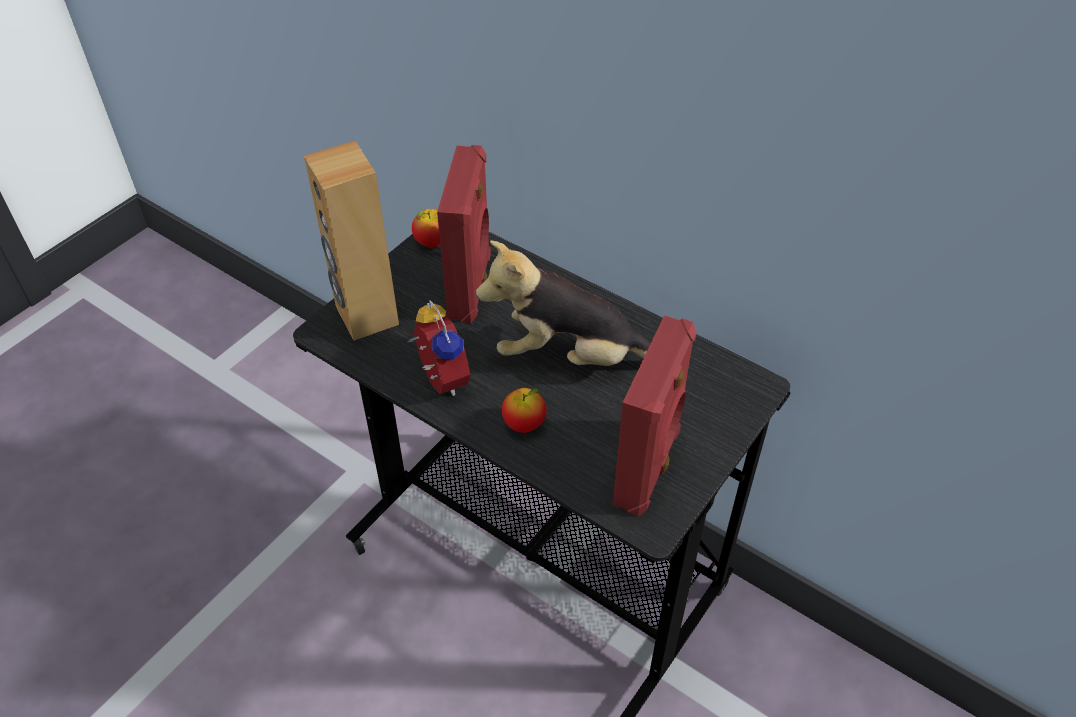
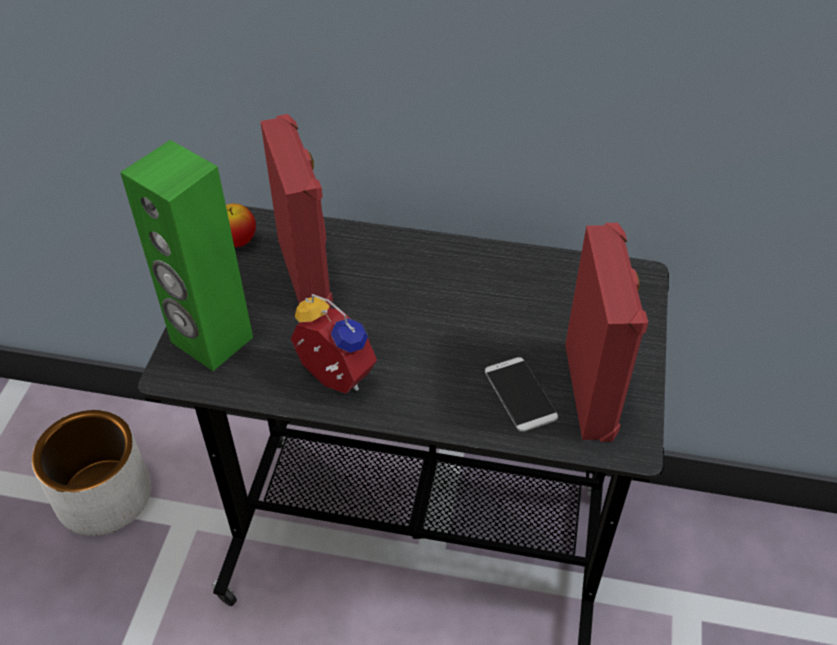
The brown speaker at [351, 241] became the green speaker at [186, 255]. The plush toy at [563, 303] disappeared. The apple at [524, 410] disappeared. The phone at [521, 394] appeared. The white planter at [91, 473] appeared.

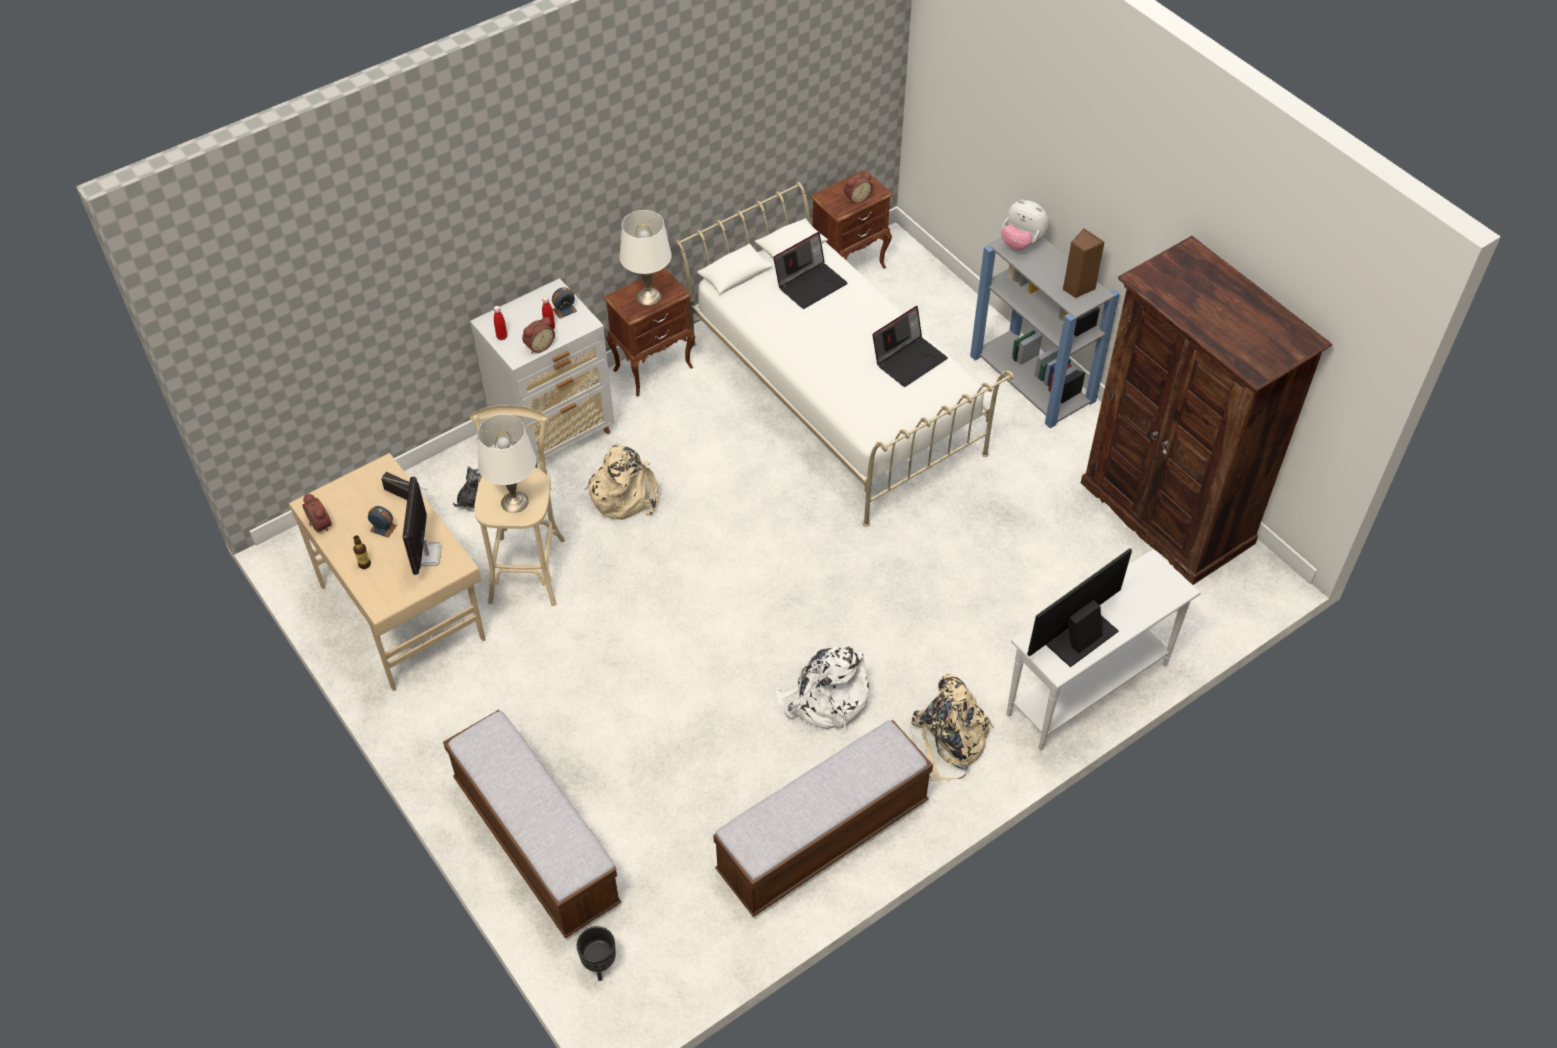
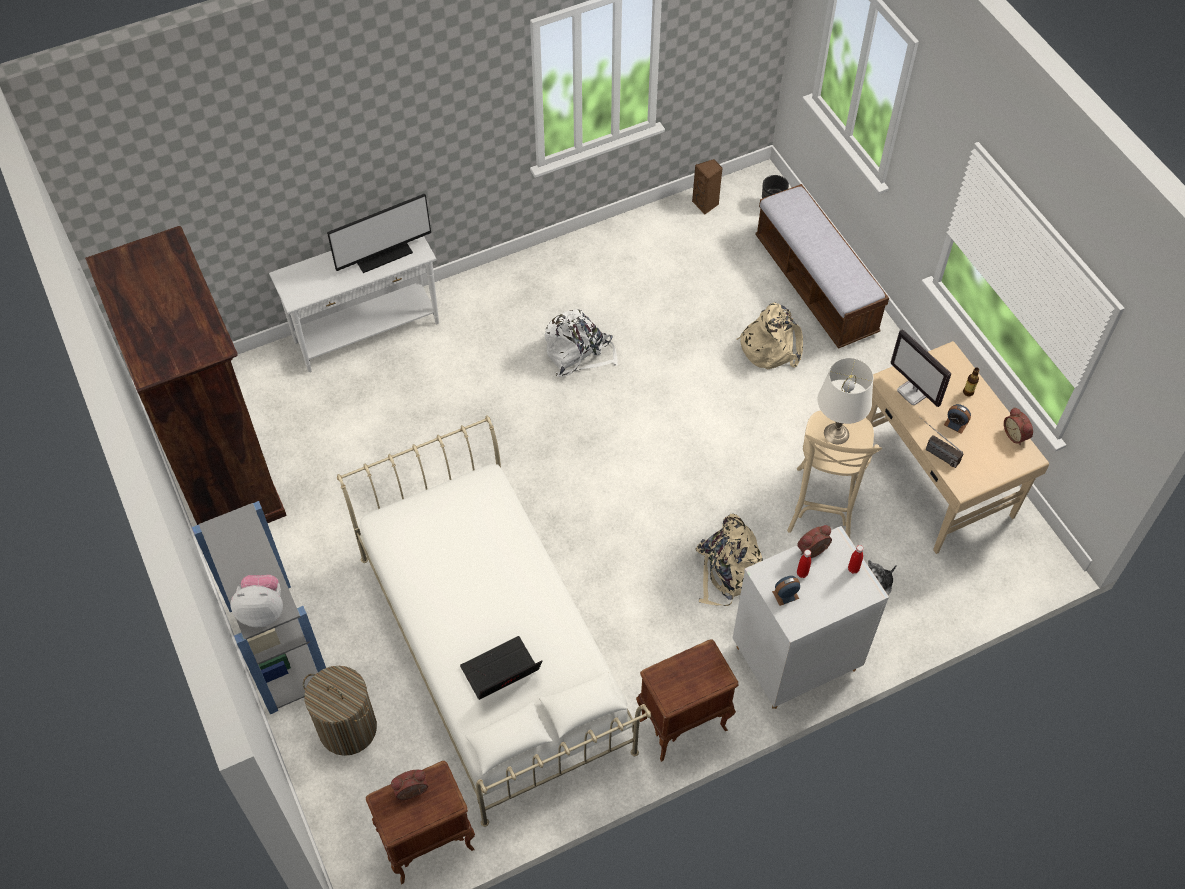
The plush toy at [1025, 225] turned 45 degrees counterclockwise. The white table lamp at [645, 257] disappeared. The brown speaker moved from [1084, 263] to [707, 187]. The laptop at [910, 346] disappeared. The monitor at [422, 526] turned 135 degrees clockwise. The beige backpack moved from [952, 727] to [769, 335]. The bench at [823, 818] disappeared. The laundry basket at [340, 711] appeared.

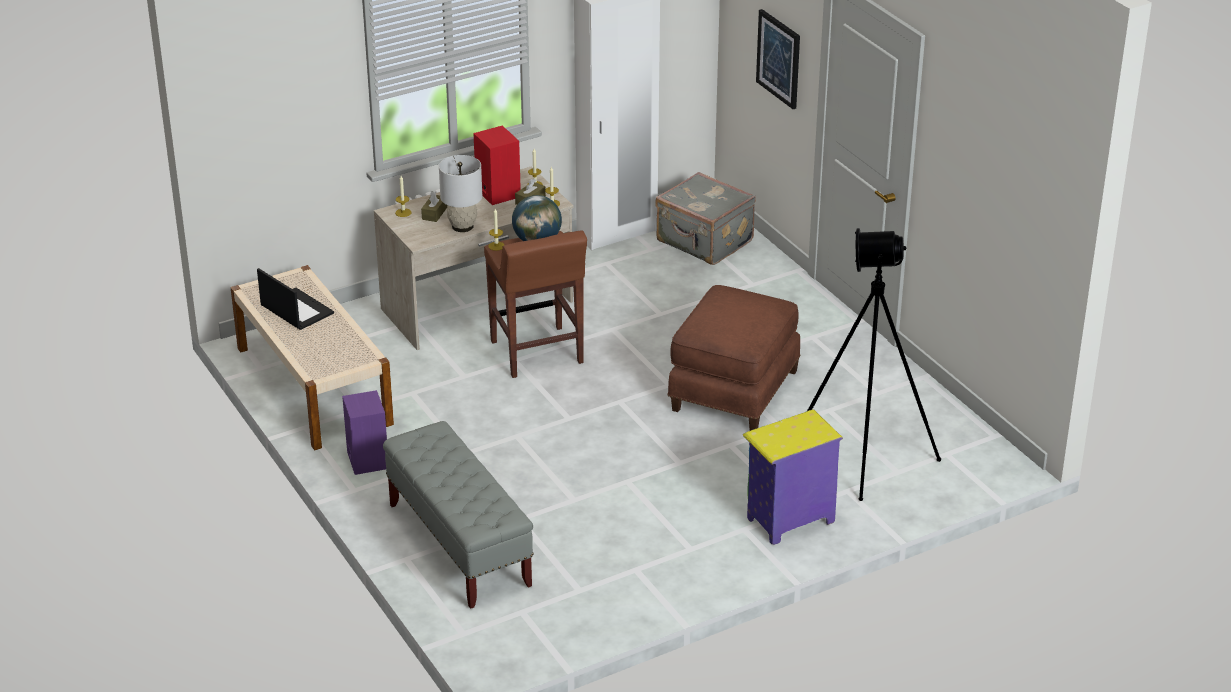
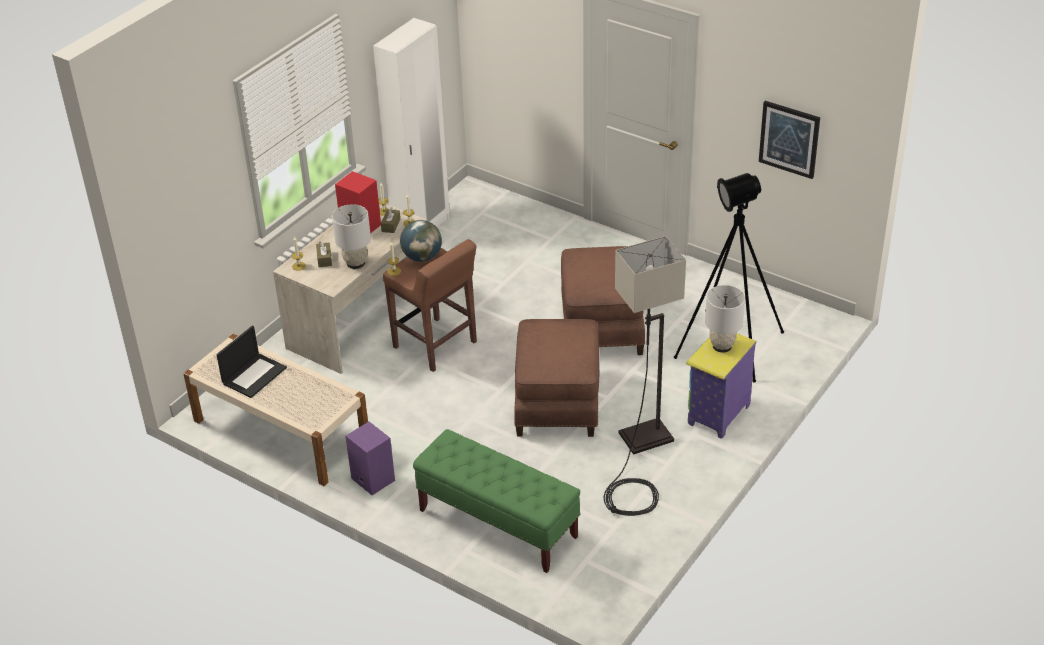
The picture moved from [778, 59] to [789, 140]. The grey suitcase at [705, 218] disappeared. The laptop at [295, 299] turned 105 degrees clockwise. The grey bench at [458, 515] became the green bench at [496, 501]. The floor lamp at [645, 376] appeared. The white table lamp at [725, 319] appeared. The brown ottoman at [556, 378] appeared.

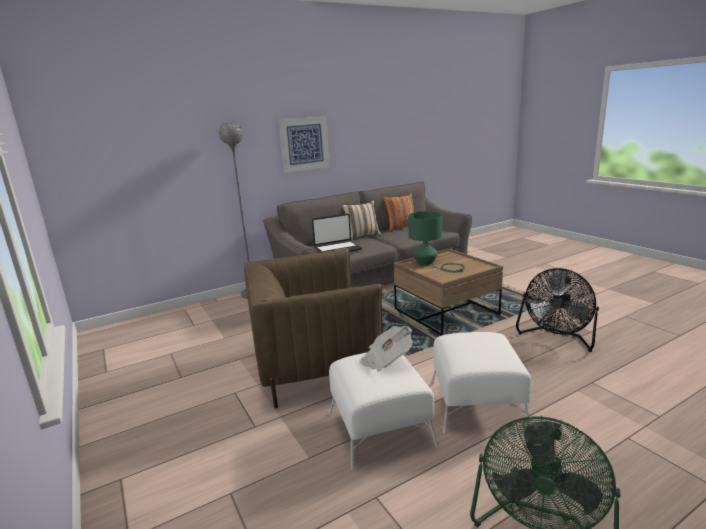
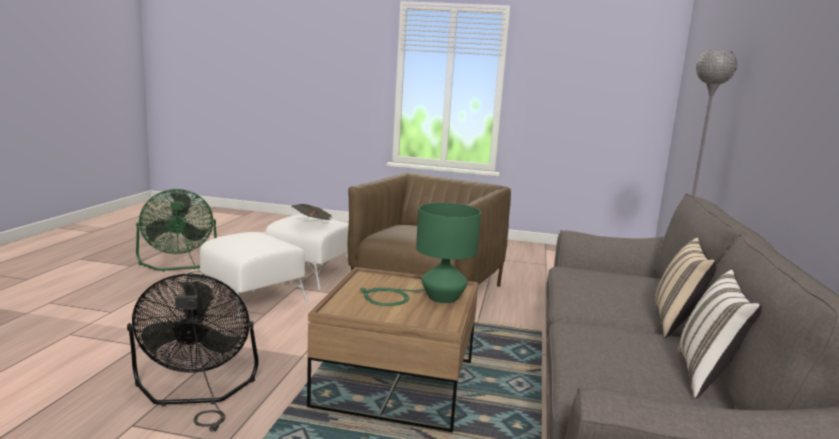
The picture at [304, 144] disappeared. The orange pillow at [398, 212] became the white pillow at [720, 334]. The laptop at [337, 233] disappeared.

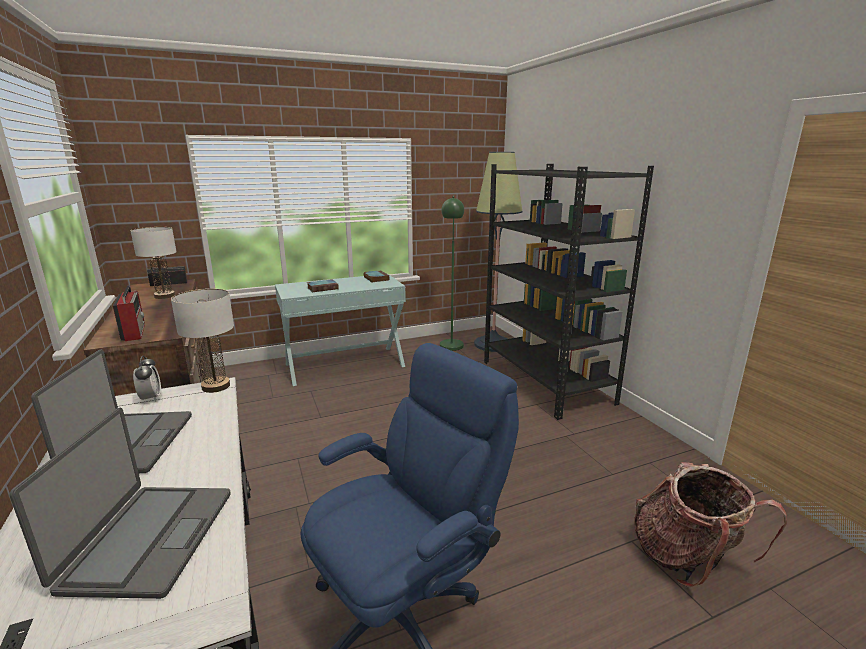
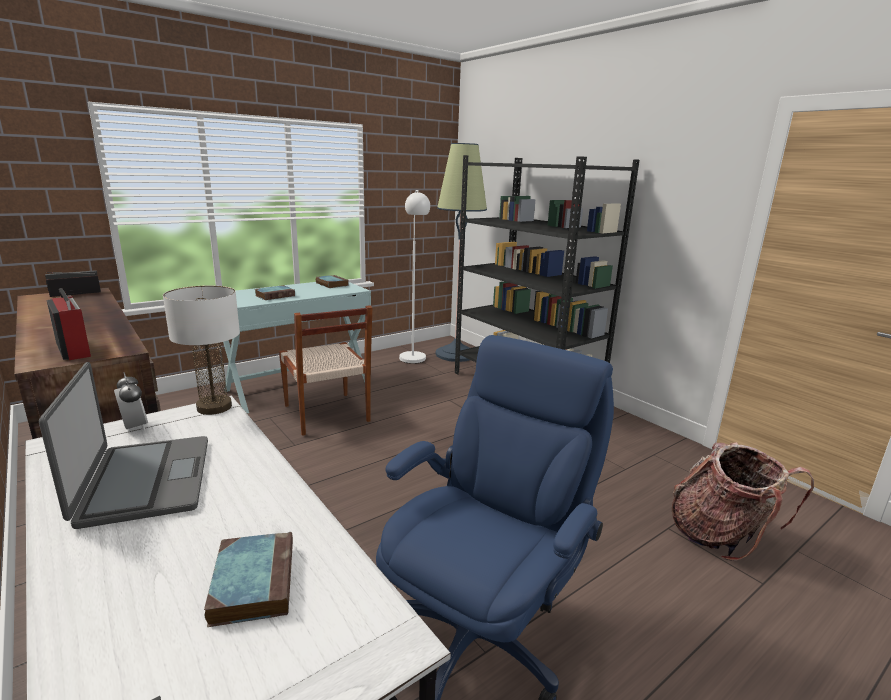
The green floor lamp at [452, 273] became the white floor lamp at [414, 277]. The table lamp at [153, 263] disappeared. The laptop at [120, 503] was replaced by the book at [248, 579]. The chair at [325, 370] appeared.

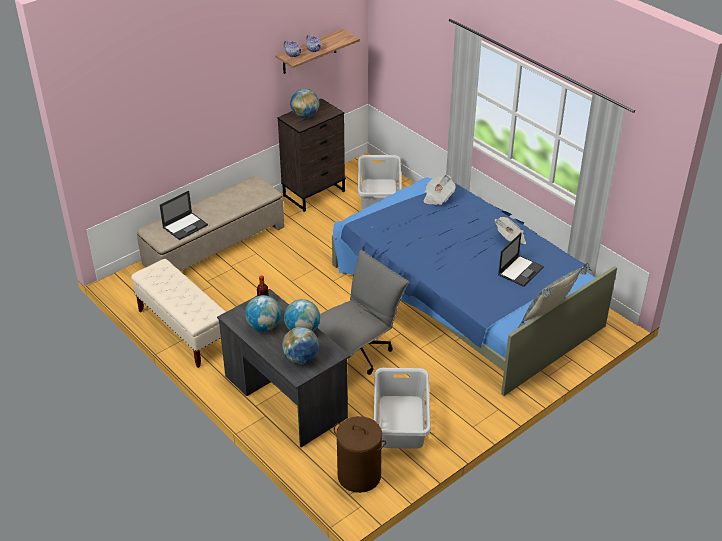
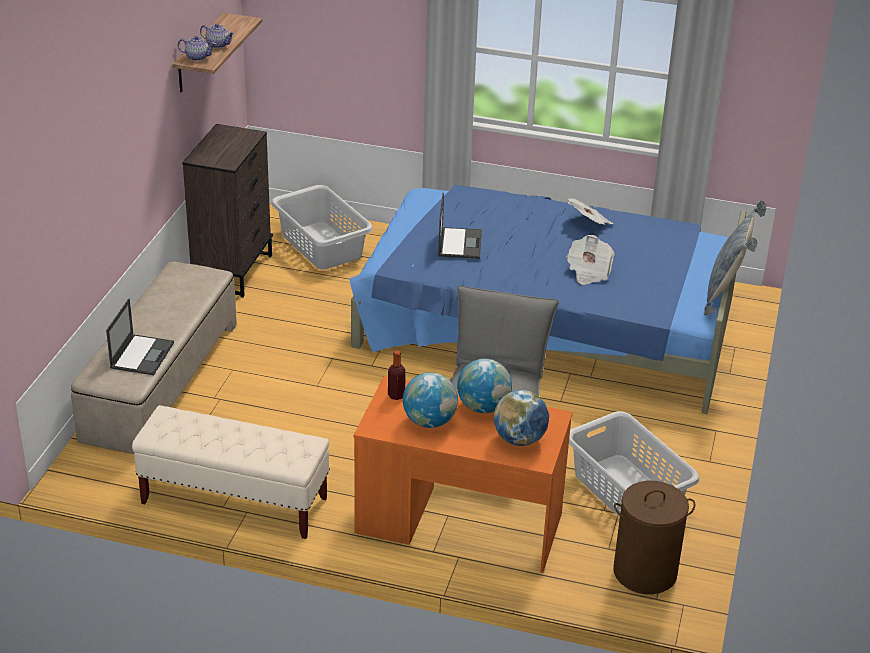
The globe at [304, 103] disappeared. The newspaper moved from [439, 190] to [590, 260]. The laptop moved from [521, 259] to [460, 226]. The grey desk at [284, 368] became the orange desk at [463, 474].

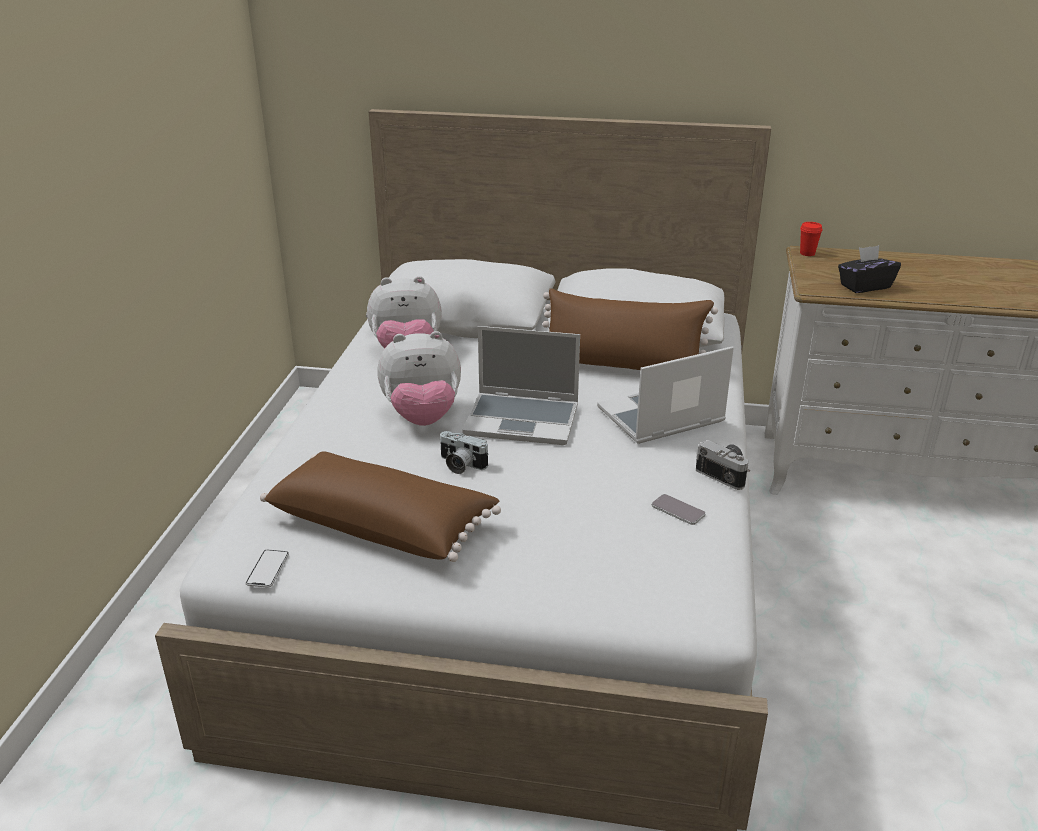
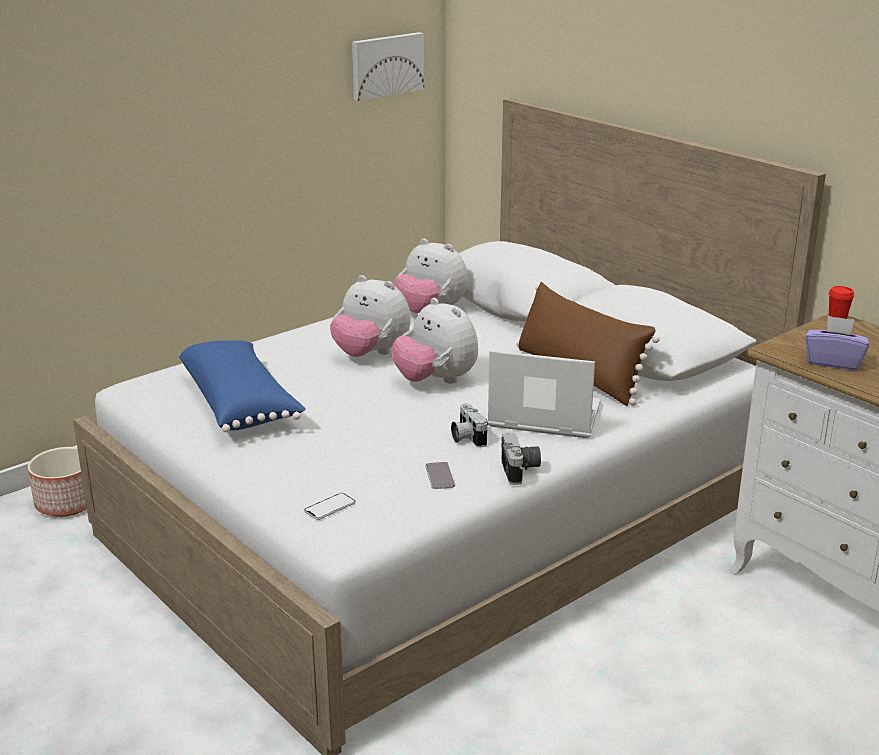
The black tissue box at [869, 269] became the purple tissue box at [837, 343]. The laptop at [521, 385] was replaced by the plush toy at [435, 341]. The photo camera moved from [464, 452] to [469, 425]. The brown pillow at [380, 506] became the blue pillow at [242, 386]. The phone moved from [267, 569] to [330, 506]. The picture at [388, 66] appeared. The planter at [57, 482] appeared.

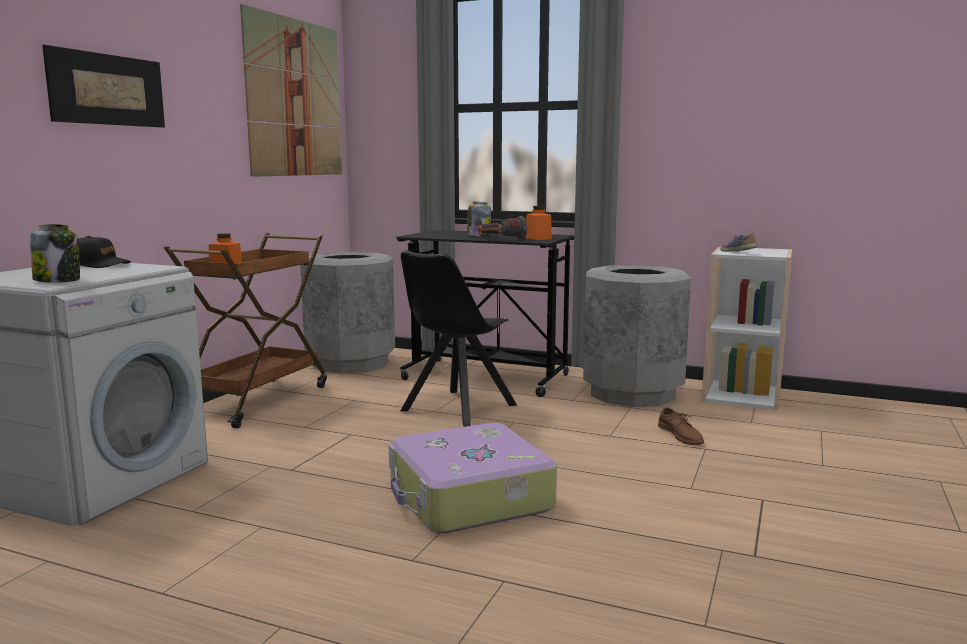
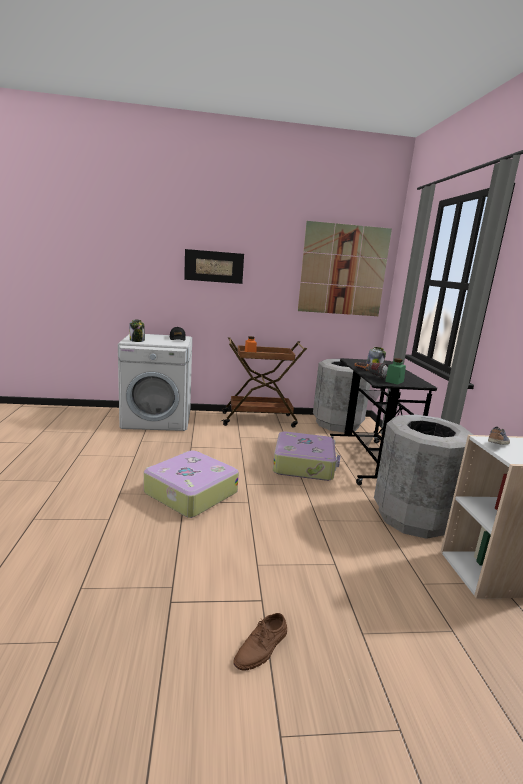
The orange jar at [538, 223] became the green jar at [395, 371]. The black chair at [458, 338] was replaced by the suitcase at [307, 456]. The brown shoe moved from [681, 426] to [260, 642].

